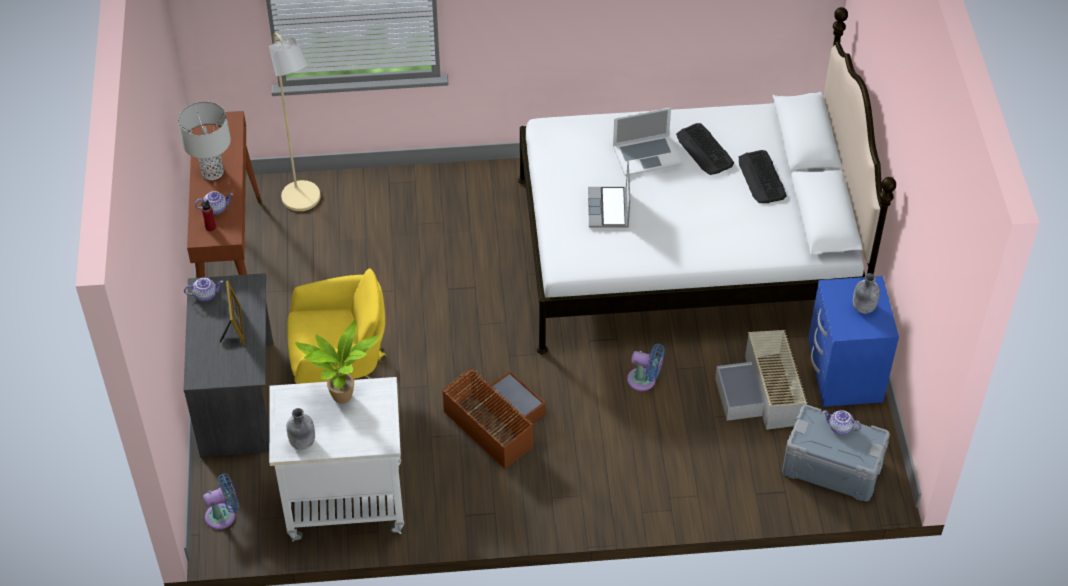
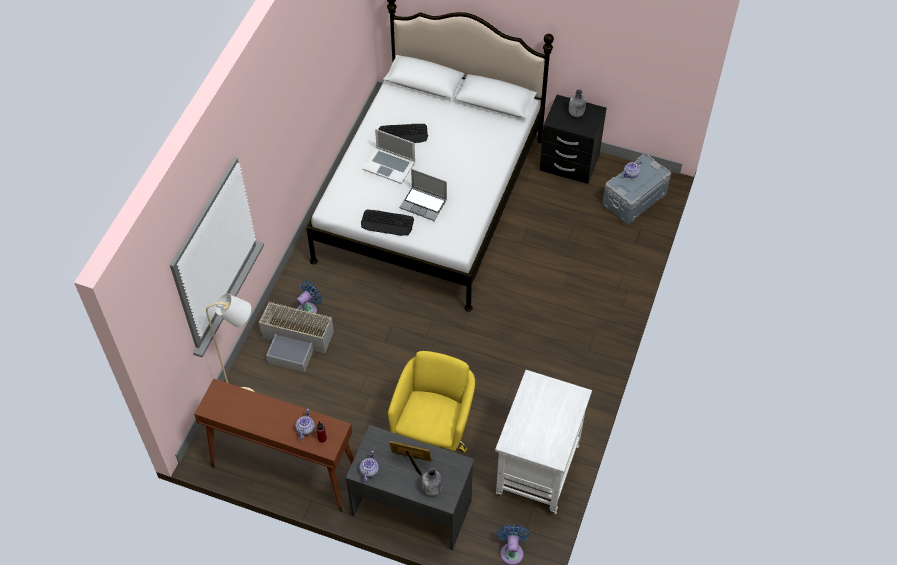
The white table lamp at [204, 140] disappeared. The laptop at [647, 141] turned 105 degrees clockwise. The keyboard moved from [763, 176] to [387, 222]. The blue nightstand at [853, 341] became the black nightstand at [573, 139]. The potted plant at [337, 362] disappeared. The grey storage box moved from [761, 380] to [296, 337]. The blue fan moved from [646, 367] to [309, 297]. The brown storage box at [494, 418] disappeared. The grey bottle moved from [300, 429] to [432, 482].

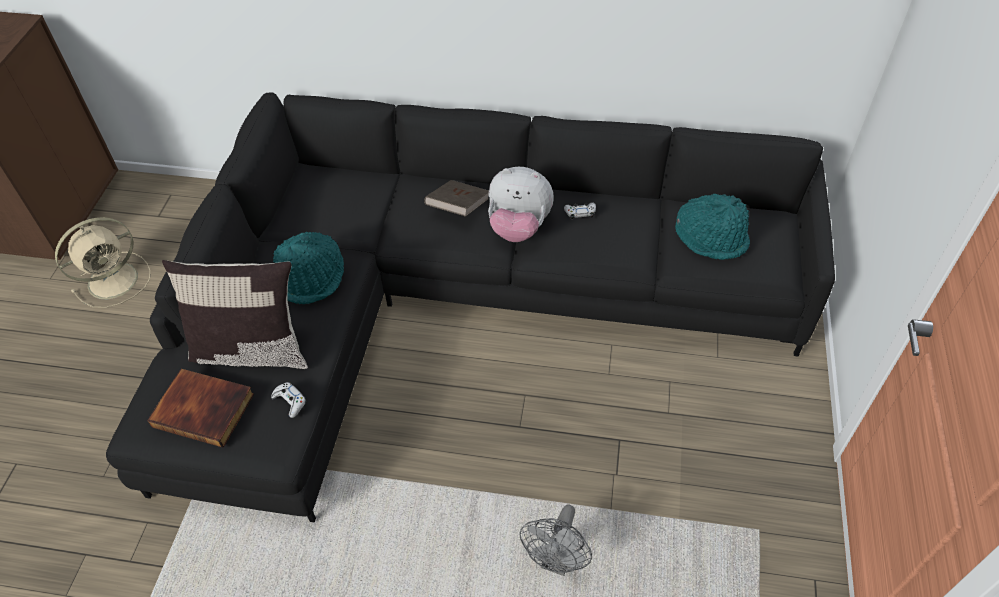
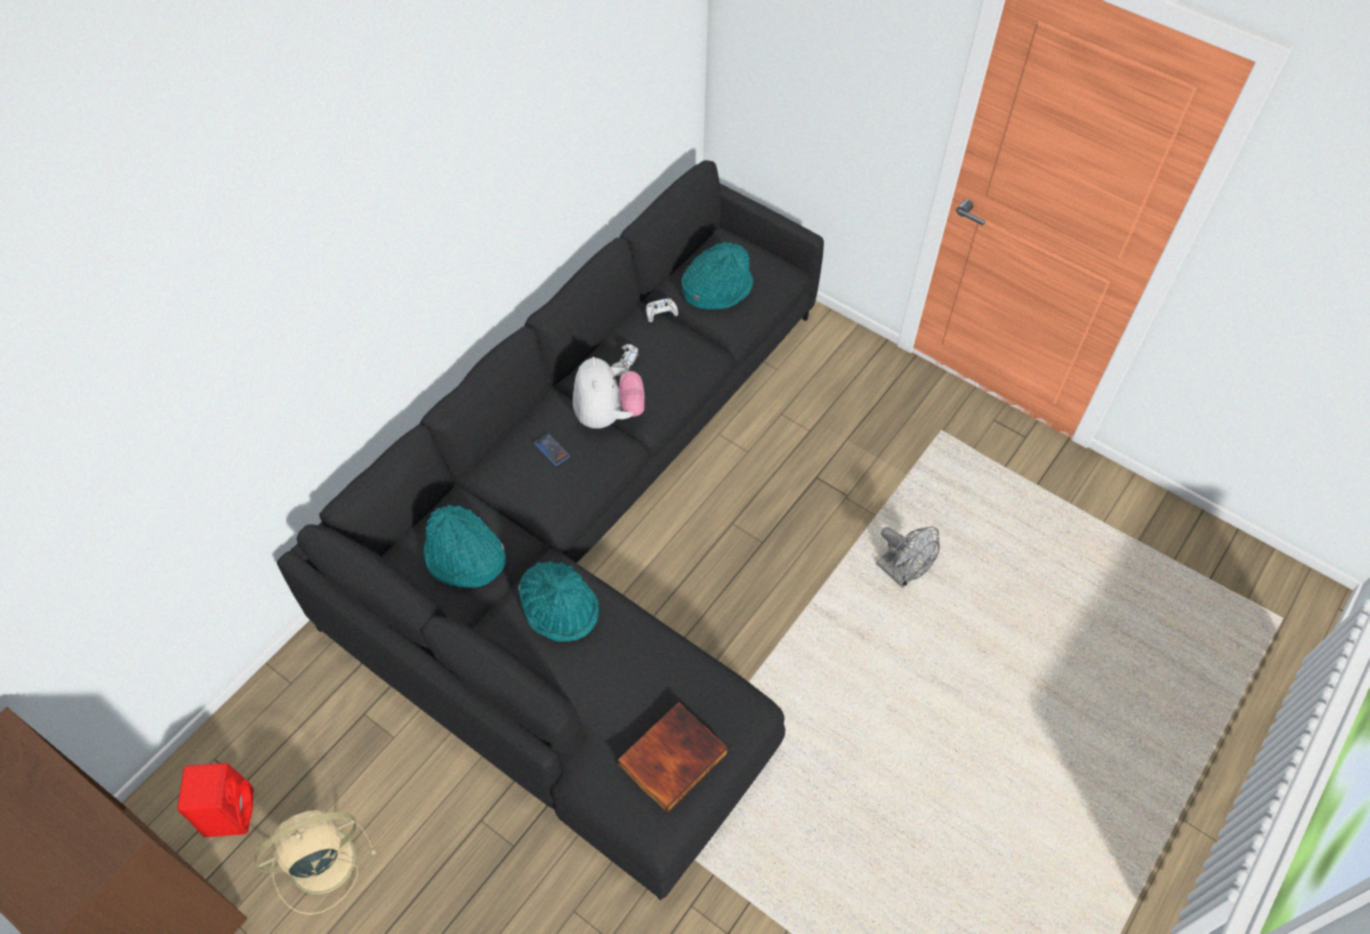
The plush toy at [521, 204] turned 45 degrees counterclockwise. The brown book at [456, 198] was replaced by the phone at [552, 450]. The beige fan at [103, 262] turned 105 degrees counterclockwise. The pillow at [235, 314] disappeared. The white game controller moved from [288, 400] to [662, 310]. The turquoise hat at [464, 546] appeared. The red speaker at [215, 800] appeared.

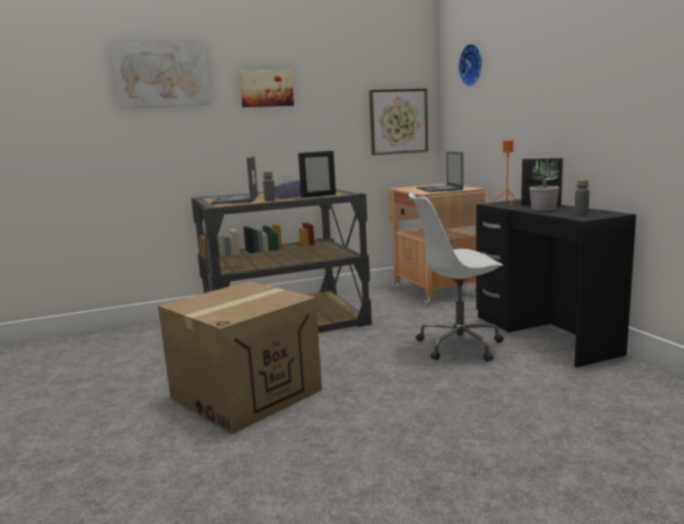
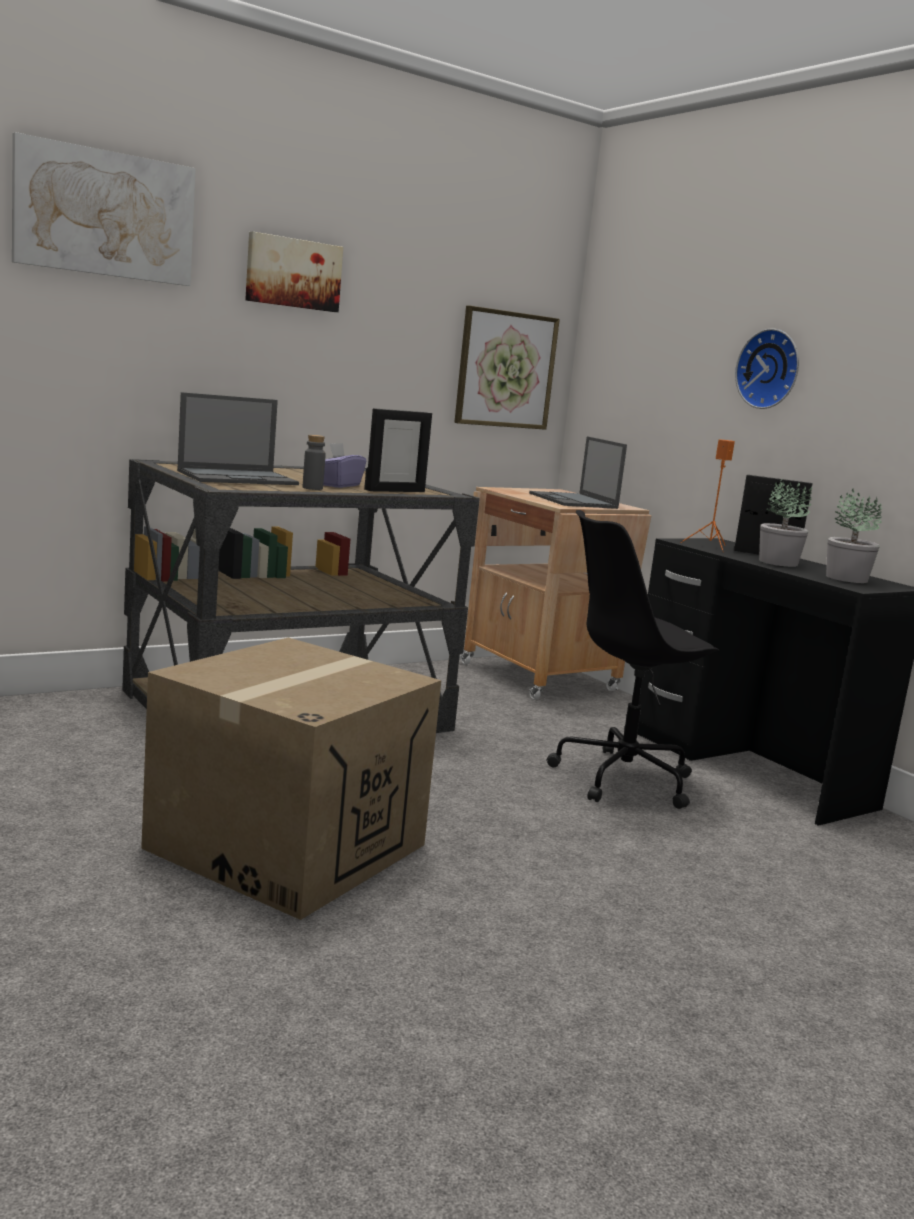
The wall clock moved from [470, 65] to [767, 369]. The laptop at [234, 180] turned 105 degrees counterclockwise. The grey bottle at [582, 197] was replaced by the potted plant at [854, 535]. The white office chair at [456, 277] became the black office chair at [632, 659].

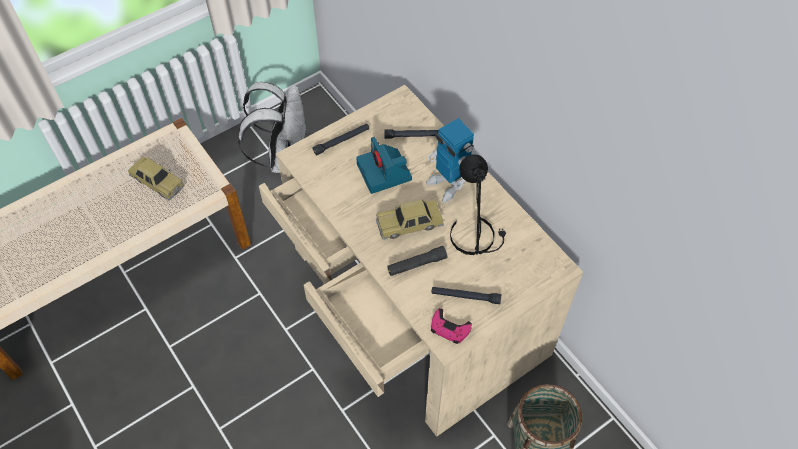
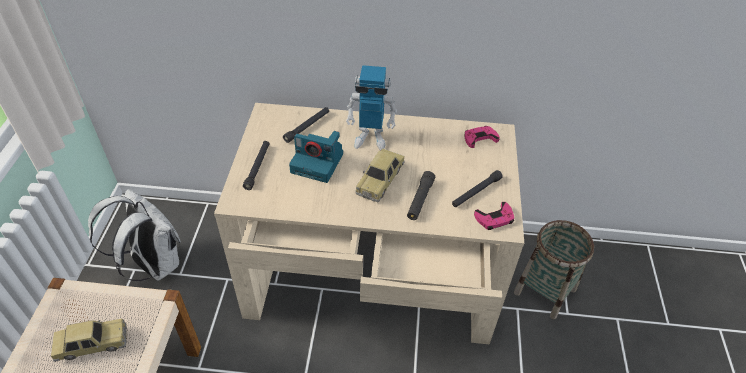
The black table lamp at [478, 204] disappeared. The pink game controller at [482, 137] appeared.

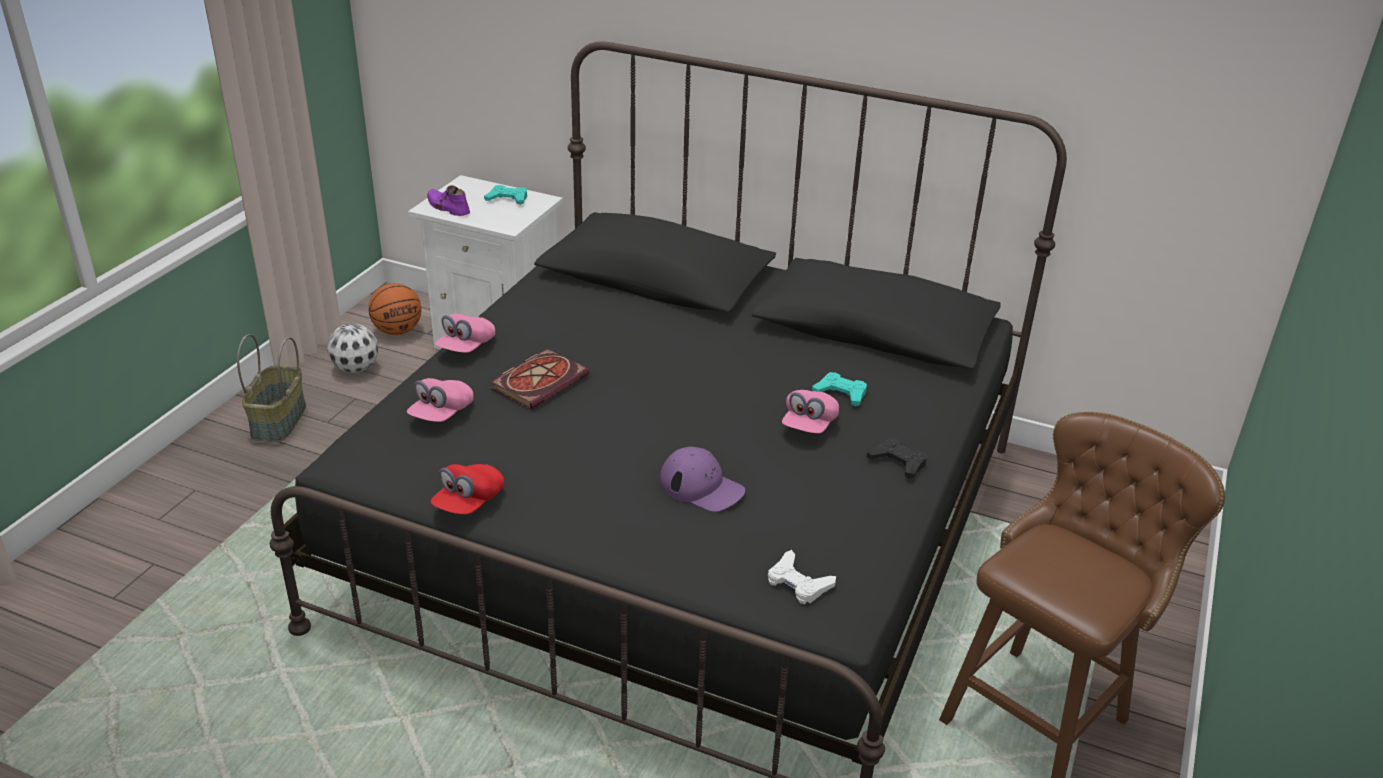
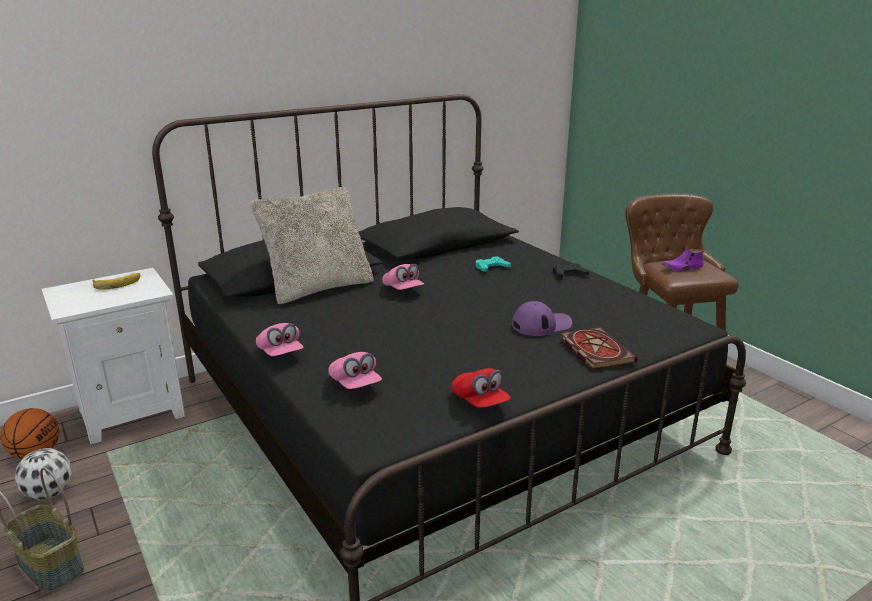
The purple shoe moved from [448, 200] to [683, 260]. The turquoise game controller at [505, 195] was replaced by the banana at [117, 281]. The book moved from [540, 379] to [599, 348]. The pink cap moved from [810, 411] to [403, 277]. The white game controller at [802, 577] disappeared. The beige pillow at [311, 245] appeared.

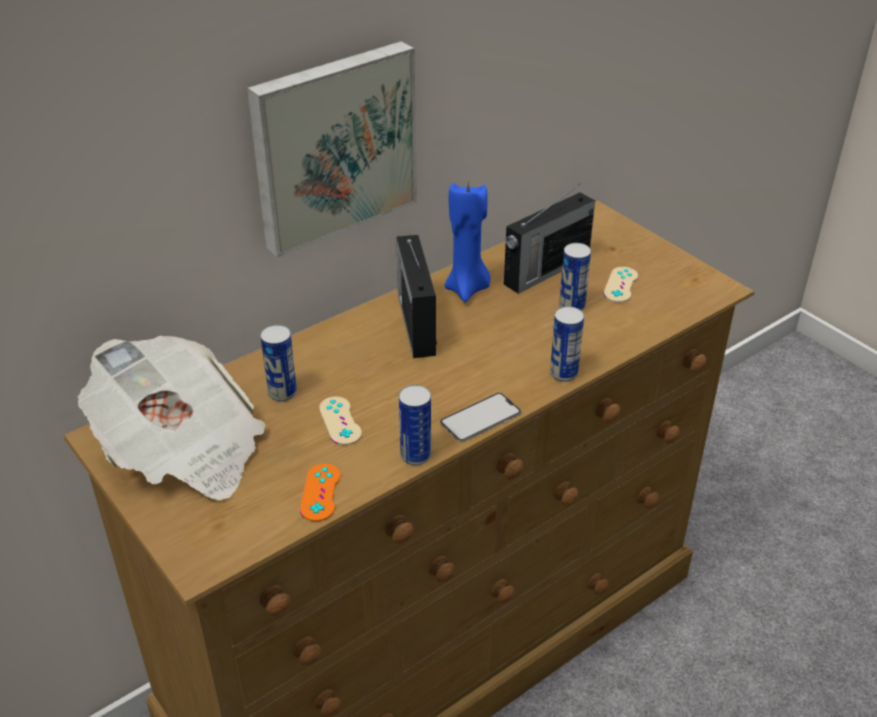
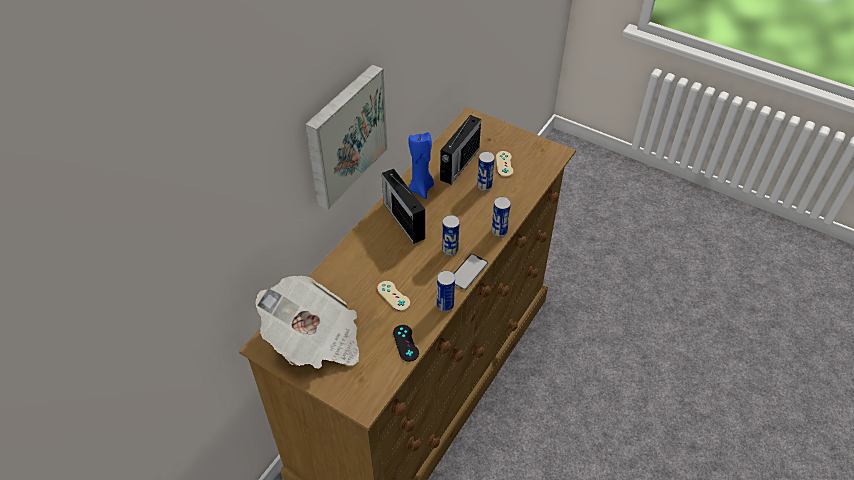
The can moved from [278, 363] to [451, 235]. The orange game controller at [320, 493] became the black game controller at [406, 343].

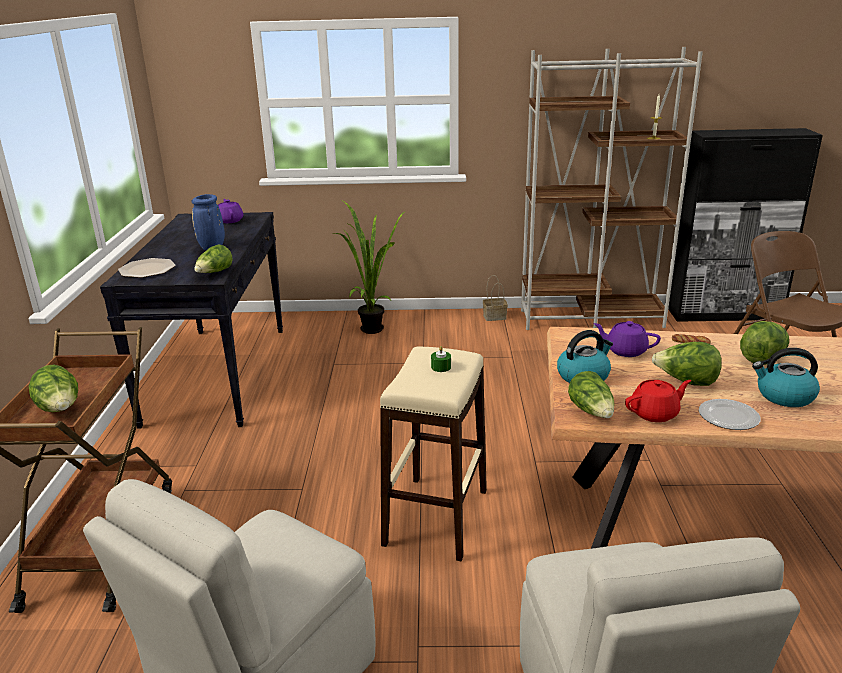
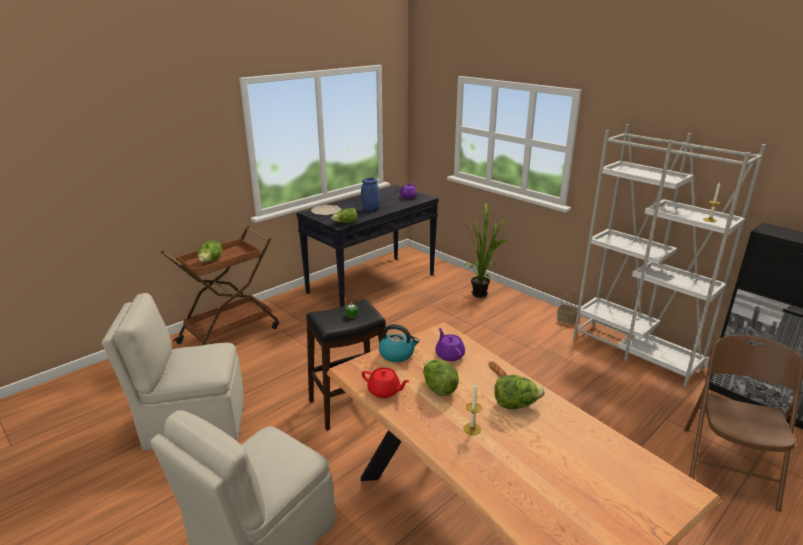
The brown bookcase at [612, 188] became the white bookcase at [669, 255]. The beige stool at [433, 454] became the black stool at [346, 365]. The kettle at [786, 377] was replaced by the candle at [472, 408]. The lettuce at [591, 394] disappeared. The plate at [730, 414] disappeared.

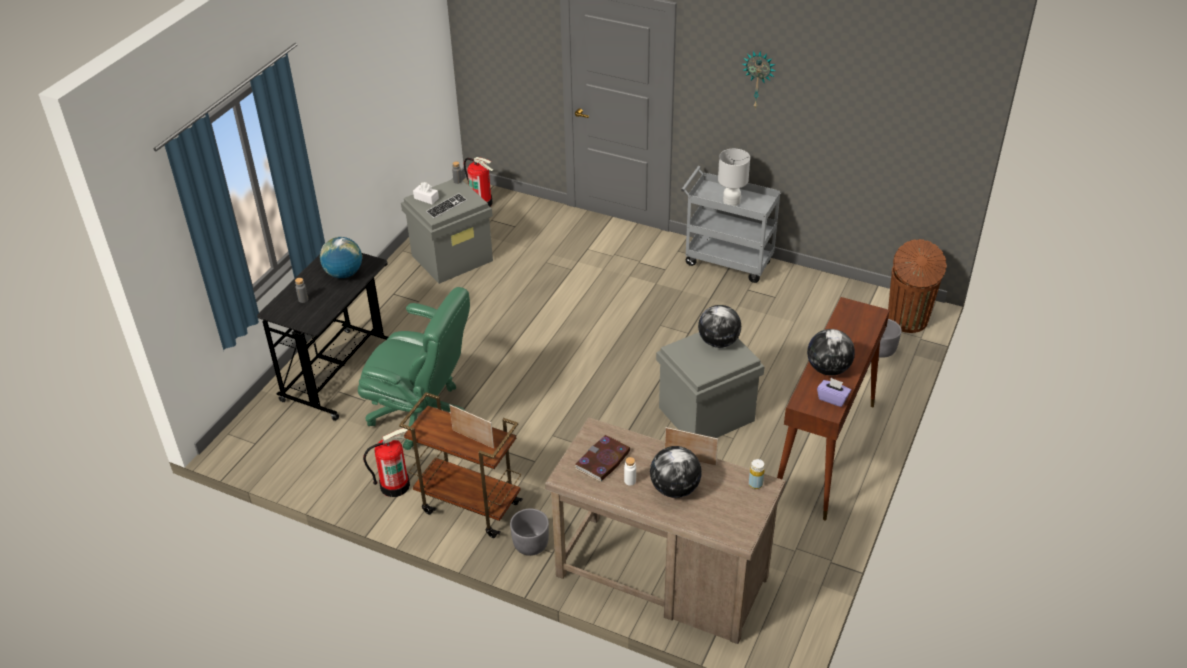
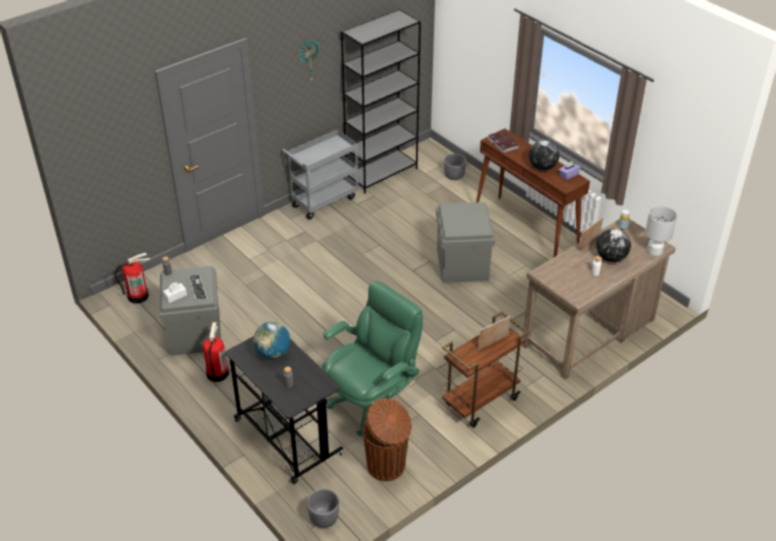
The grey table lamp moved from [734, 177] to [661, 231]. The brown trash can moved from [917, 286] to [387, 439]. The globe at [719, 326] disappeared. The fire extinguisher moved from [386, 462] to [216, 352]. The book moved from [602, 458] to [503, 142]. The grey planter moved from [529, 532] to [323, 508]. The grey bookcase at [381, 101] appeared.

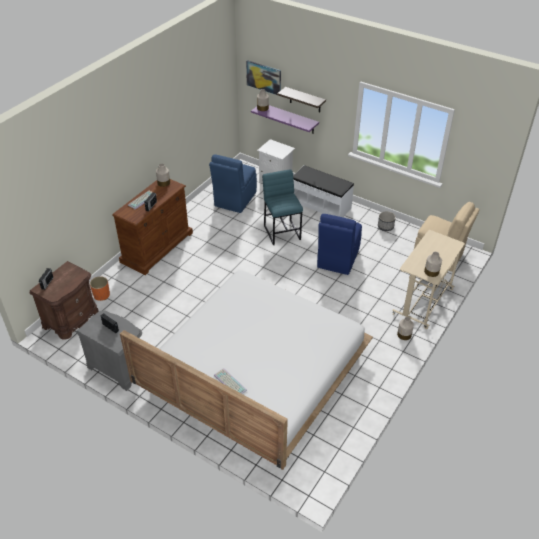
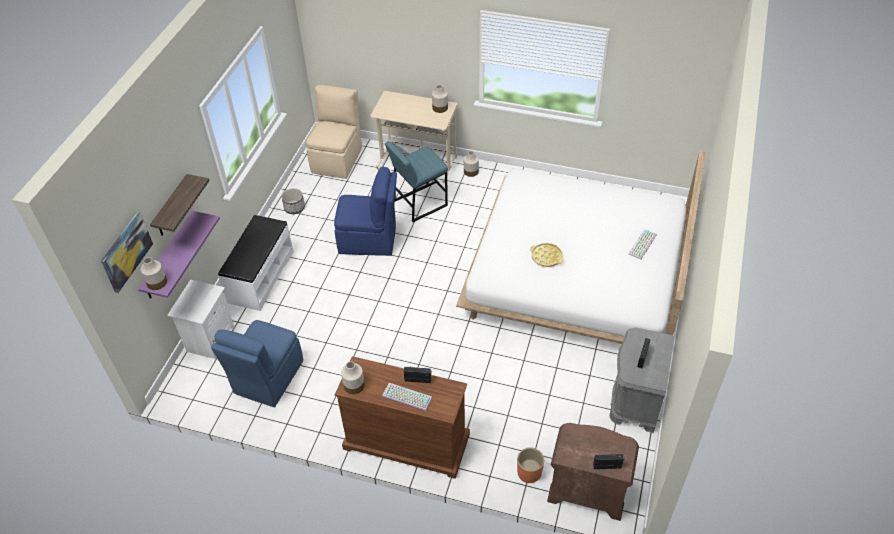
The blue chair at [233, 183] turned 105 degrees clockwise. The blue stool moved from [282, 207] to [416, 181]. The yellow tray at [547, 255] appeared.

